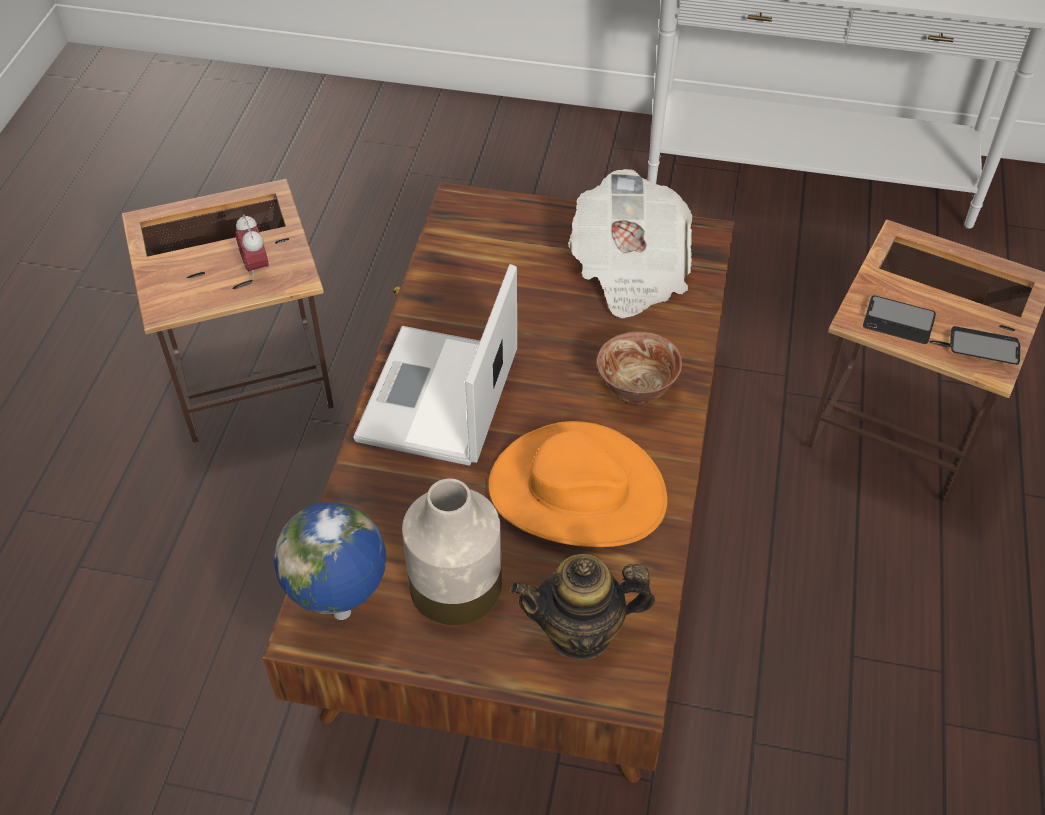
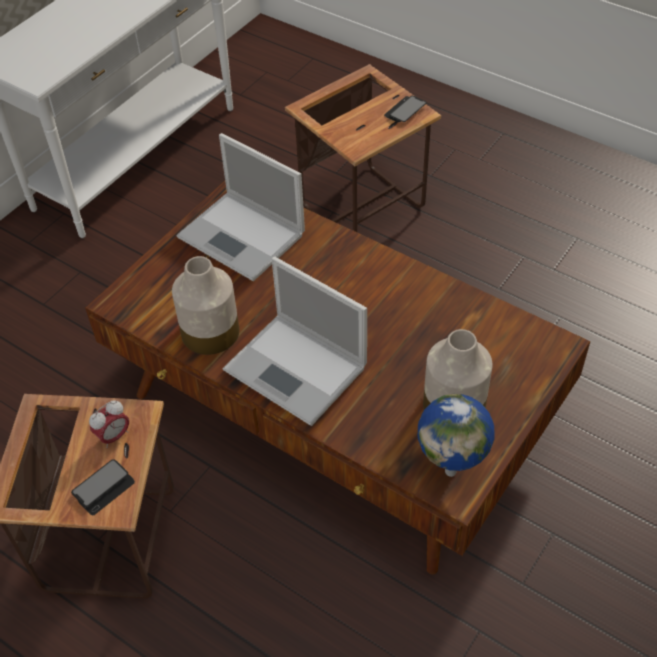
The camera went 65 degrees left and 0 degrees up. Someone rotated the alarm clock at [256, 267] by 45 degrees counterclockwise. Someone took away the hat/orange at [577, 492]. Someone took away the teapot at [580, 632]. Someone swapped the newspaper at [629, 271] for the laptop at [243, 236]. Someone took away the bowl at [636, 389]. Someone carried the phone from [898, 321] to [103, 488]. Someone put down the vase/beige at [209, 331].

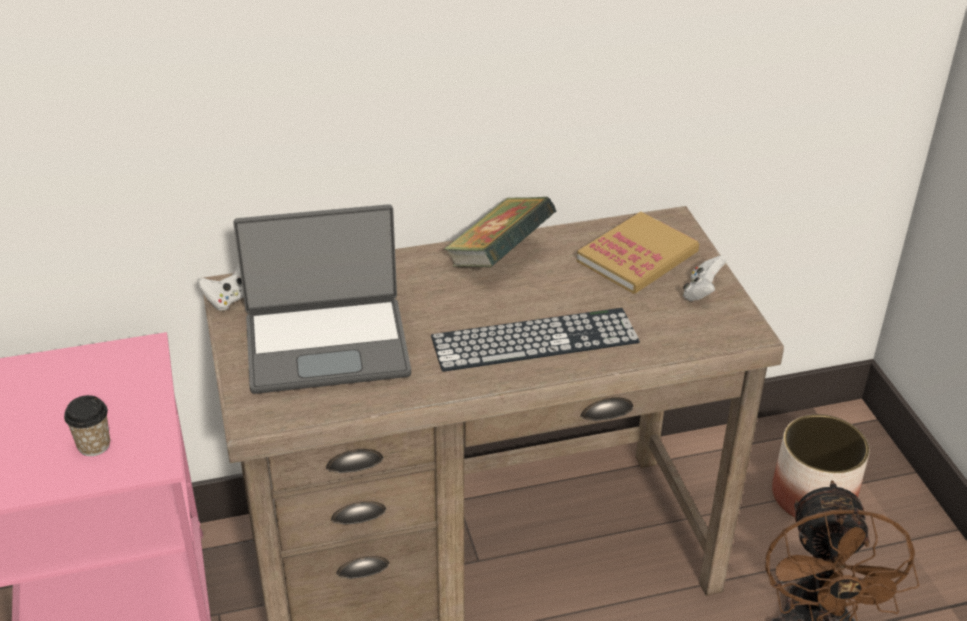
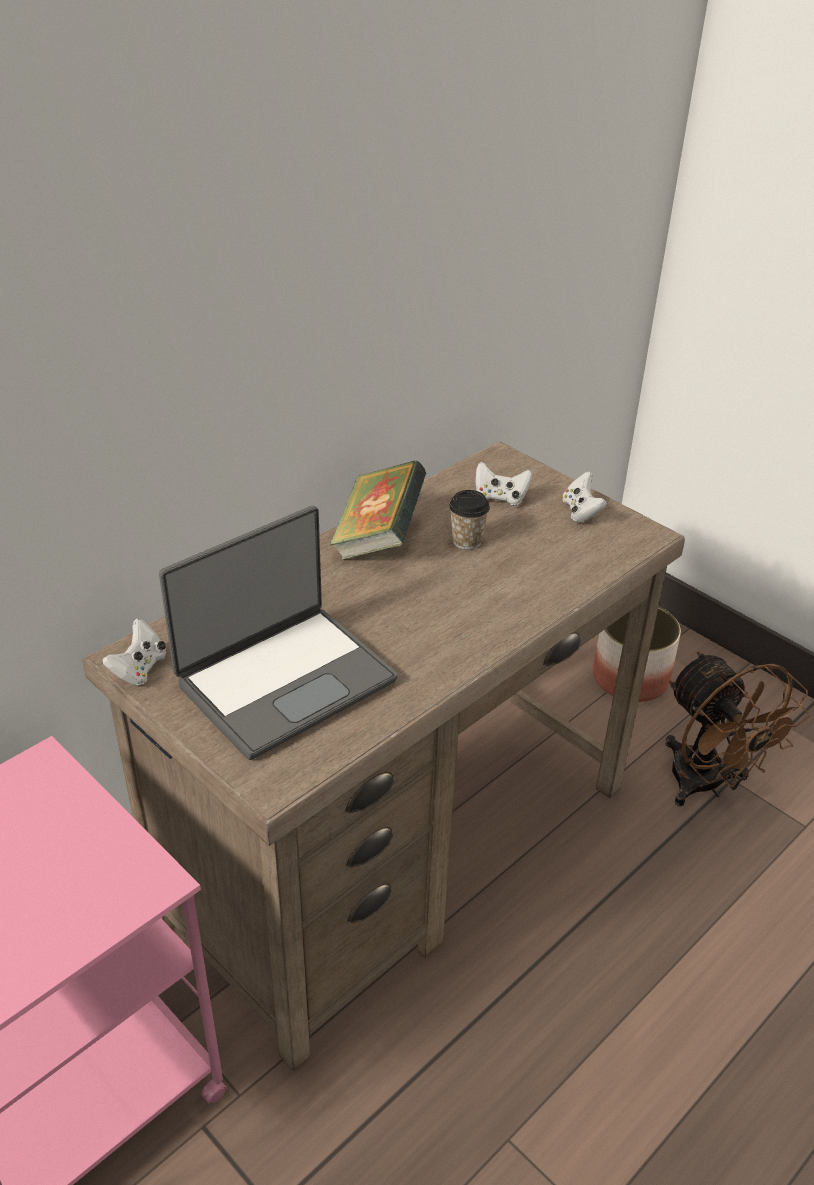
The camera went 30 degrees left and 0 degrees up. Someone carried the cup from [94, 445] to [467, 540]. Someone took away the keyboard at [534, 339]. Someone swapped the book at [637, 257] for the game controller/white at [500, 498].

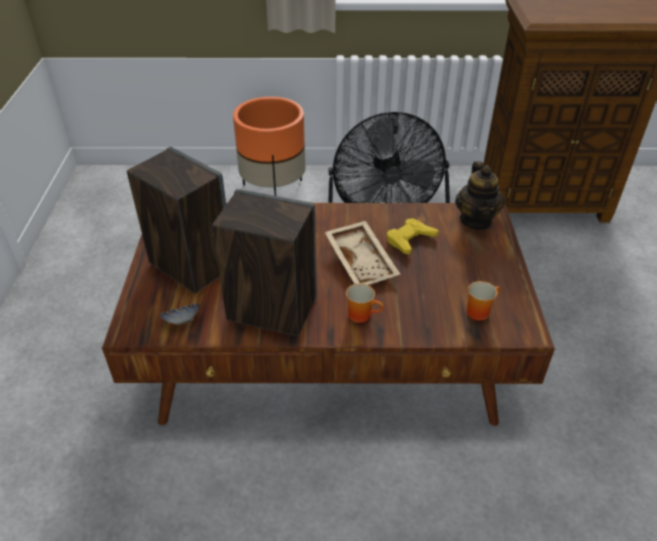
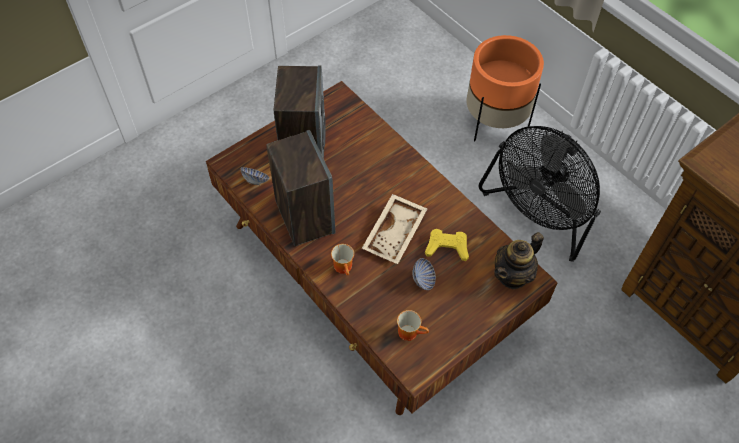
The camera went 50 degrees right and 15 degrees up. Someone put down the bowl at [423, 280].

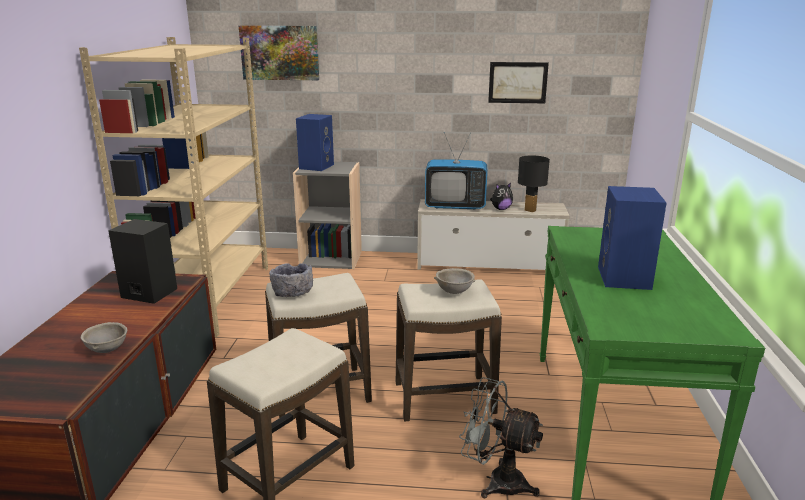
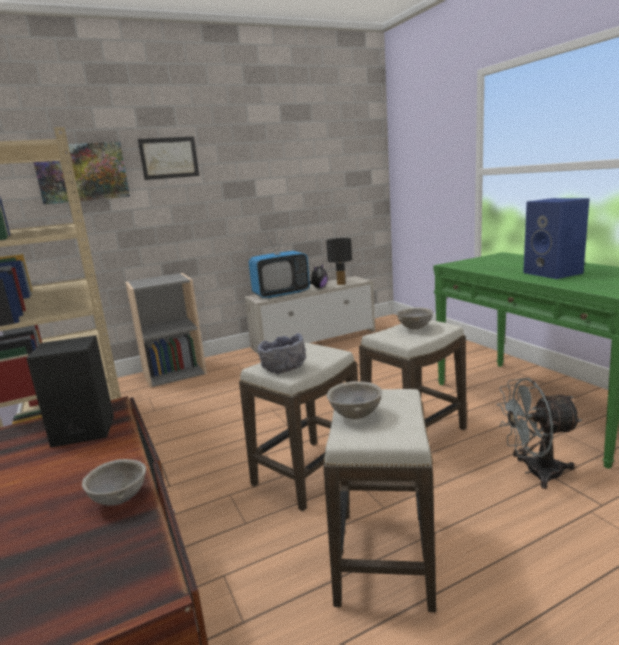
The camera went 30 degrees left and 5 degrees down. Someone took away the speaker/blue at [316, 166]. Someone carried the picture from [517, 82] to [169, 158]. Someone put down the bowl/grey at [355, 416].

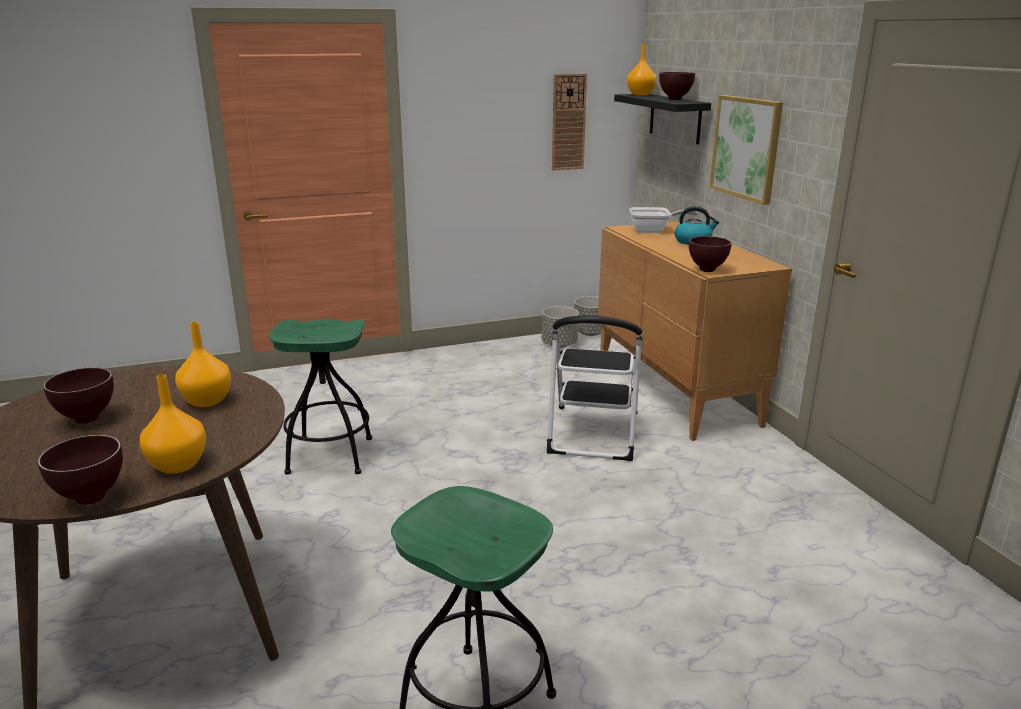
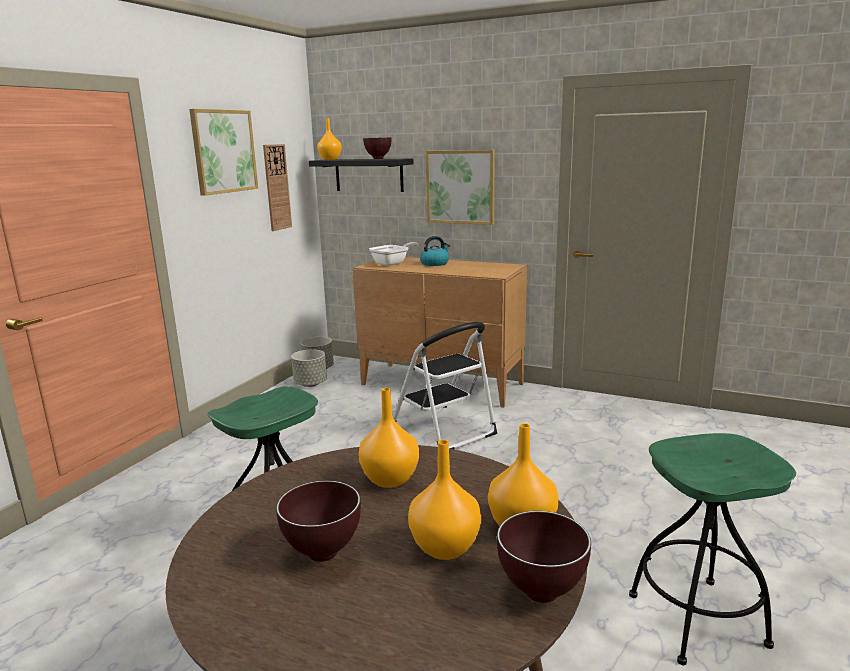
The camera went 45 degrees left and 5 degrees down. Someone took away the bowl/brown at [707, 270]. Someone put up the picture at [224, 151]. Someone put down the vase/orange at [444, 546].

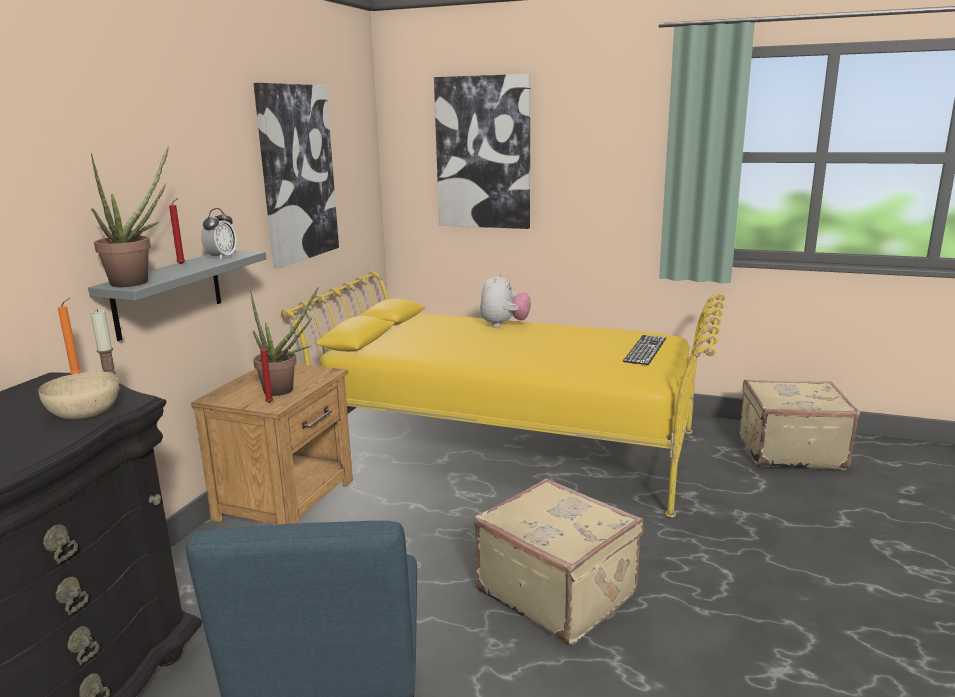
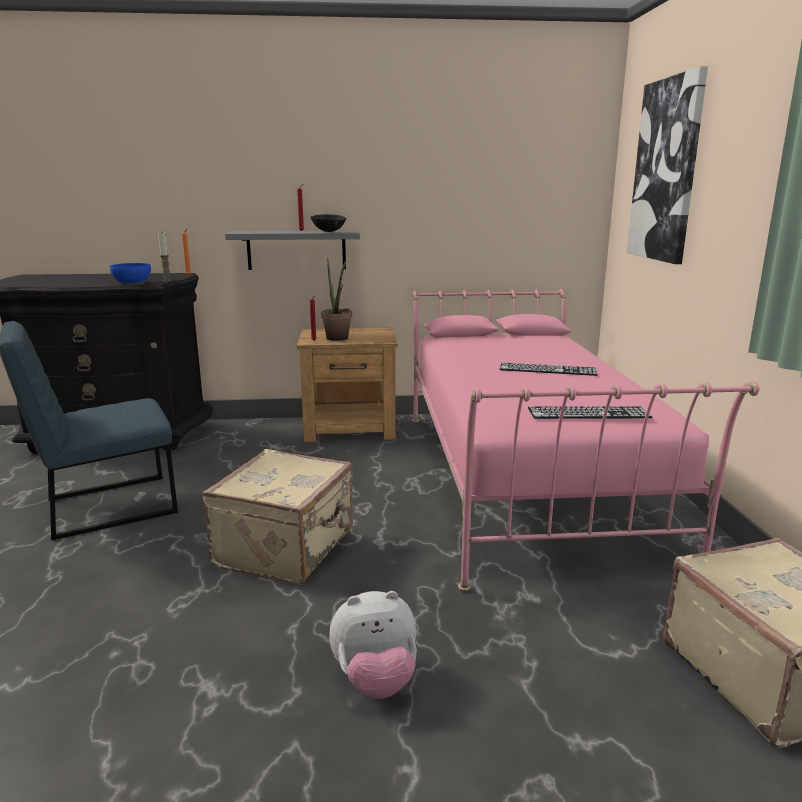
The camera went 65 degrees right and 0 degrees up. Someone repainted the bowl/beige at [84, 413], which became the bowl/blue at [131, 282]. Someone took away the potted plant at [137, 281]. Someone swapped the alarm clock at [221, 257] for the bowl/black at [328, 231]. Someone took away the picture at [297, 173]. Someone repainted the bed/yellow at [507, 446], which became the bed/pink at [522, 480]. Someone carried the plush toy from [504, 325] to [375, 680]. Someone put down the keyboard at [547, 369].

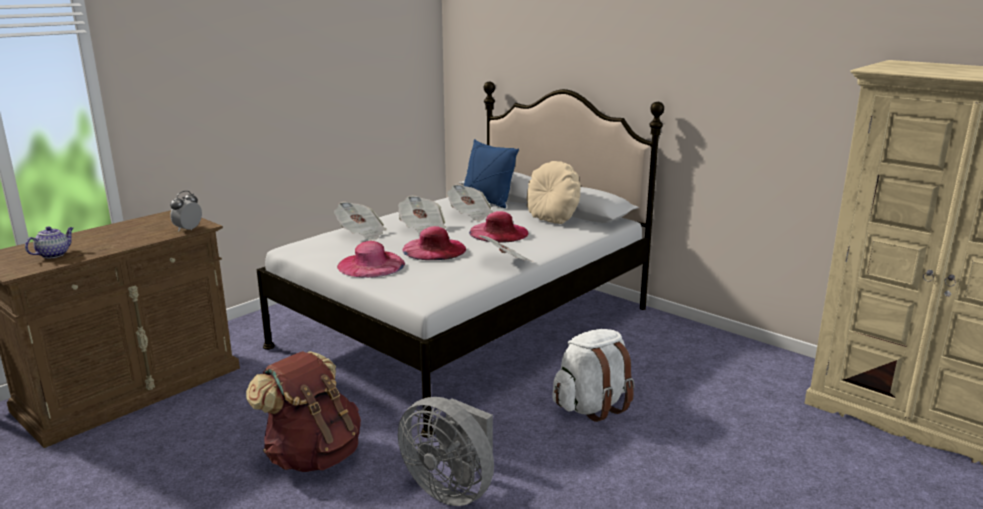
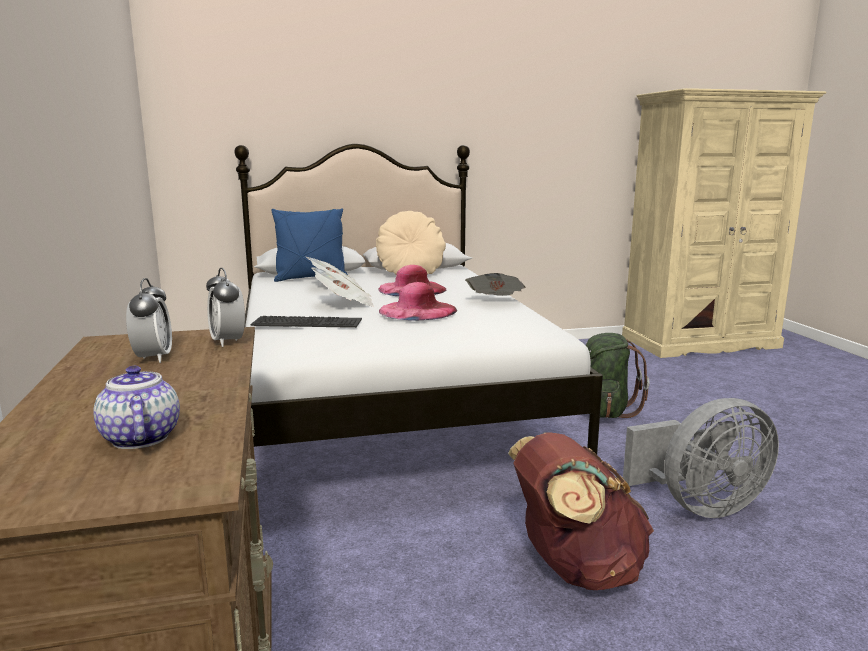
The camera went 55 degrees left and 5 degrees down. Someone swapped the newspaper at [361, 234] for the keyboard at [308, 321]. Someone took away the hat/pink at [371, 265]. Someone repainted the backpack/white at [592, 406], which became the backpack/green at [602, 412]. Someone put down the alarm clock at [153, 358].

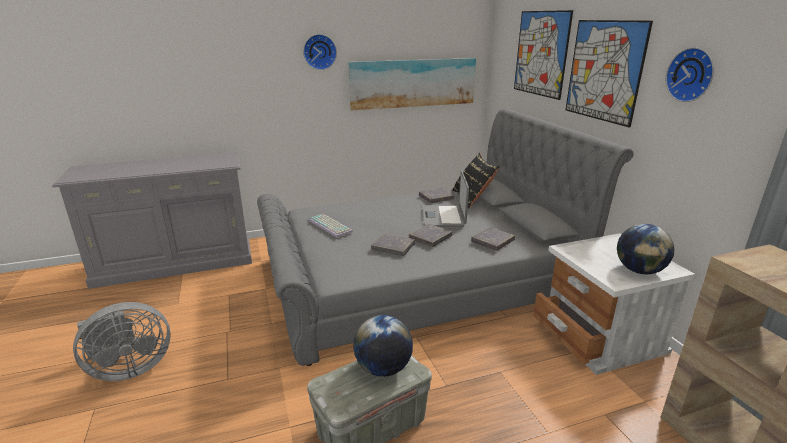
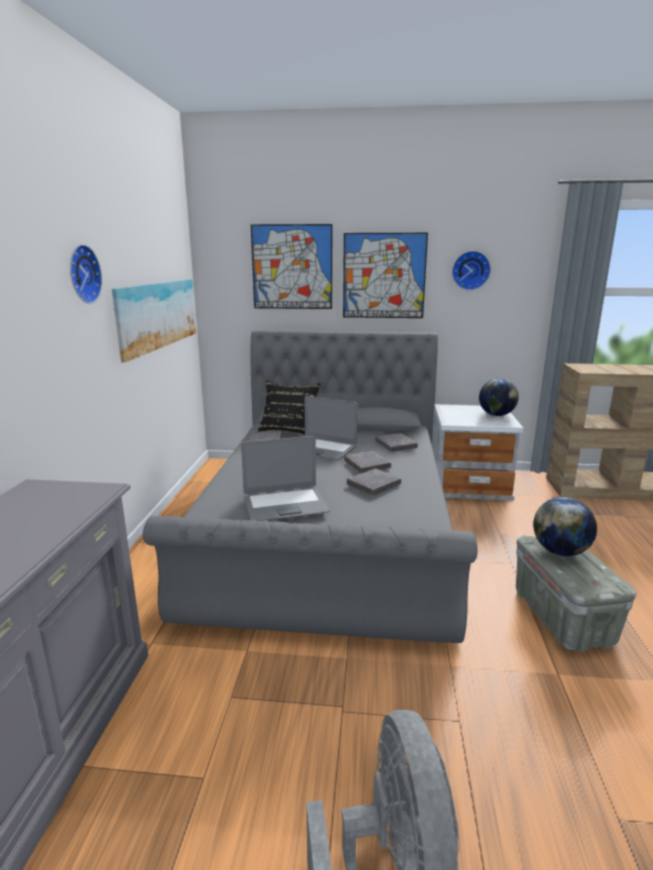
The camera went 65 degrees left and 5 degrees down. Someone swapped the keyboard at [331, 226] for the laptop at [285, 505].

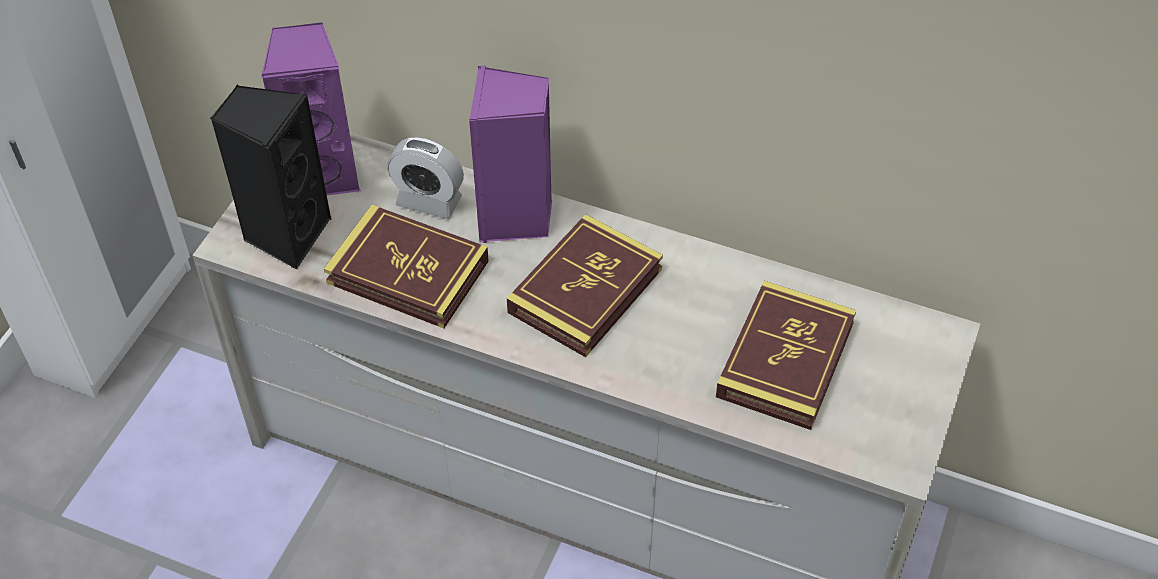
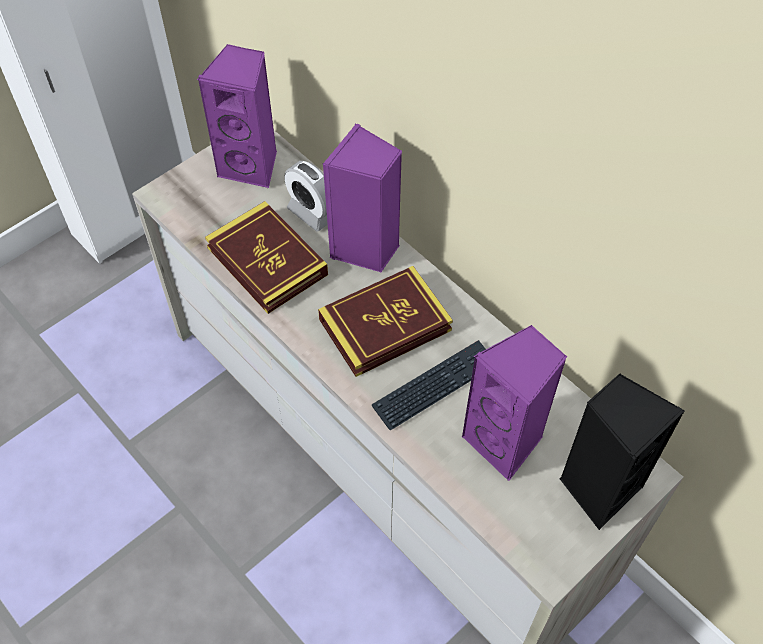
The camera went 25 degrees right and 5 degrees up. Someone carried the speaker/black from [286, 234] to [598, 487]. Someone swapped the book at [785, 360] for the speaker/purple at [506, 441]. Someone put down the keyboard at [435, 386].

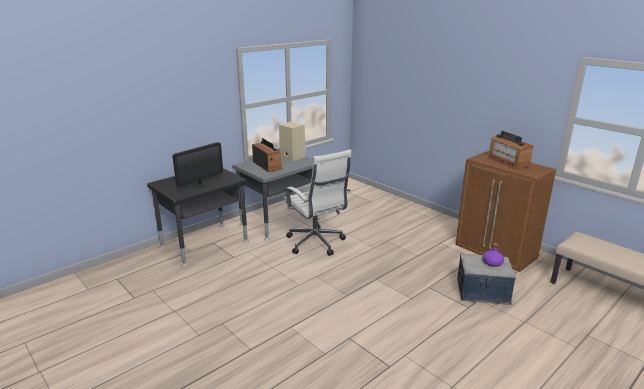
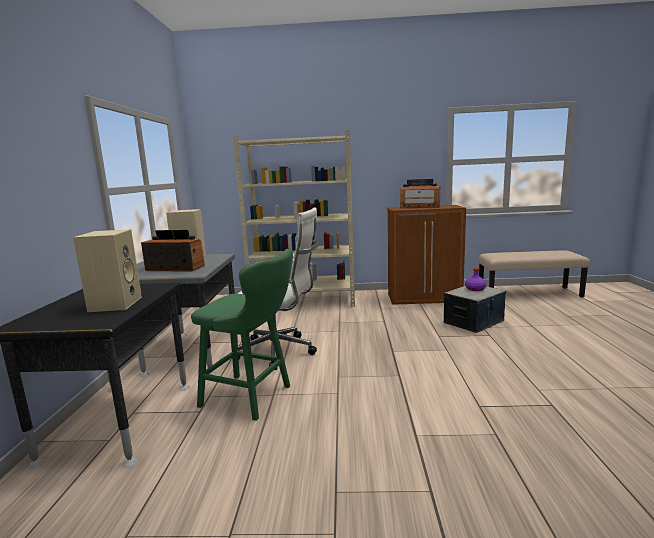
The camera went 45 degrees left and 10 degrees down. Someone swapped the monitor at [200, 184] for the speaker/beige at [115, 304]. Someone put down the stool/green at [255, 398]. Someone put down the bookcase/beige at [304, 299].

